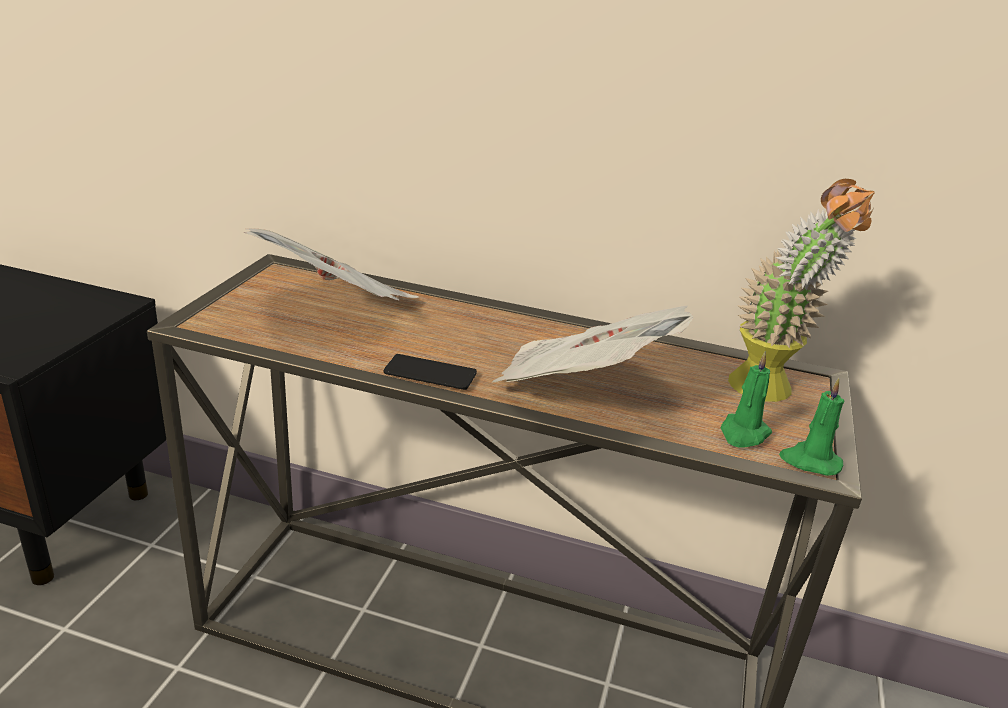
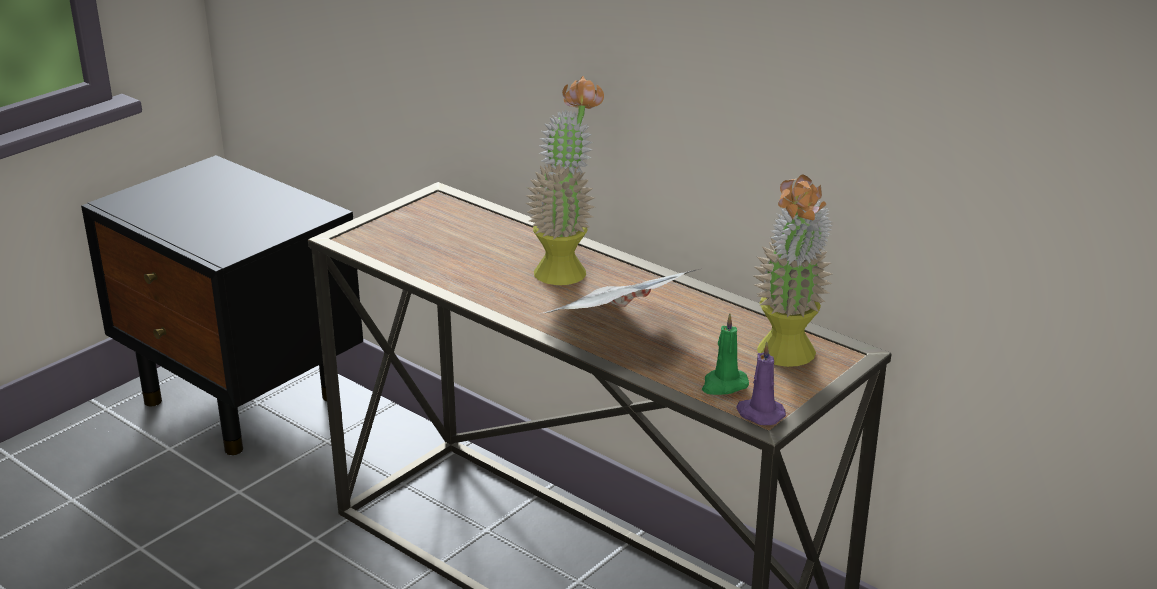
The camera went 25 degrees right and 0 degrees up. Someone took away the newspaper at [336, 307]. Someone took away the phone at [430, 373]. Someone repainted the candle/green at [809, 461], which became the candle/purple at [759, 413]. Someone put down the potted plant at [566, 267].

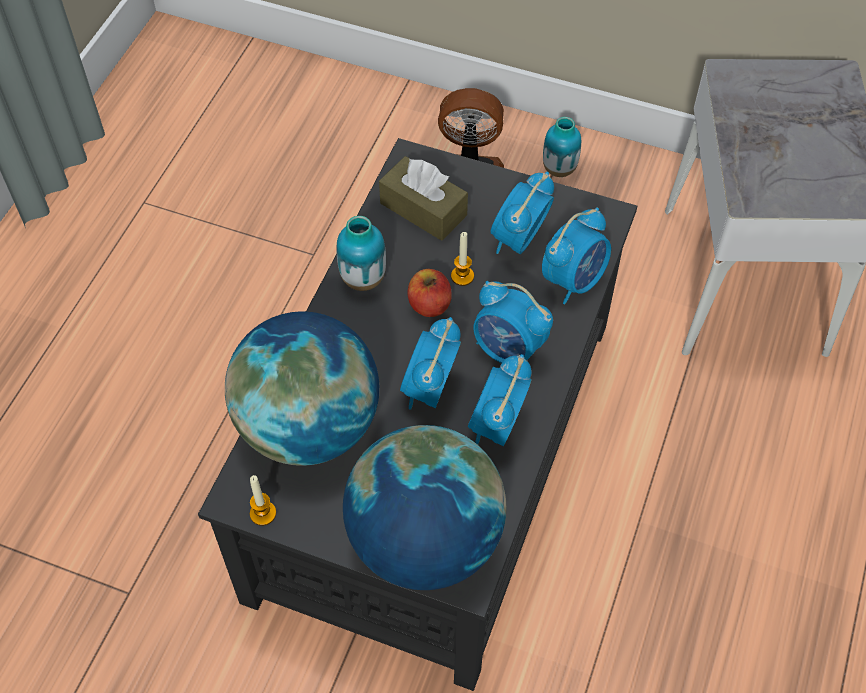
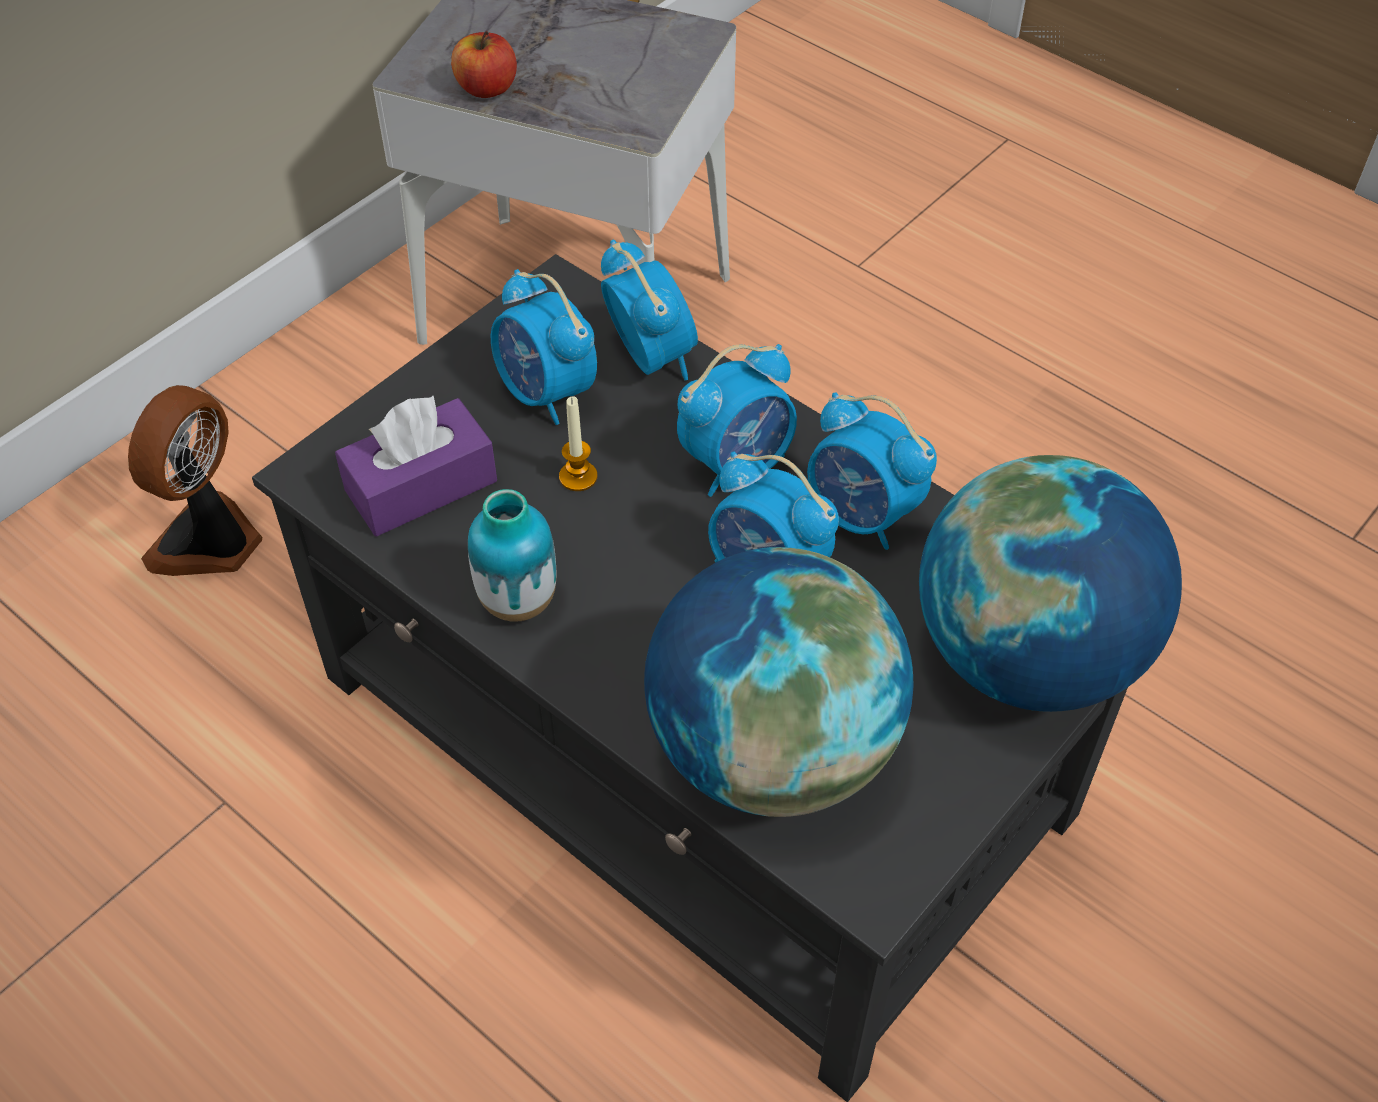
The camera went 70 degrees left and 5 degrees down. Someone took away the candle at [263, 513]. Someone repainted the tissue box/brown at [423, 209], which became the tissue box/purple at [421, 486]. Someone carried the apple from [429, 305] to [486, 88]. Someone took away the vase at [559, 169].

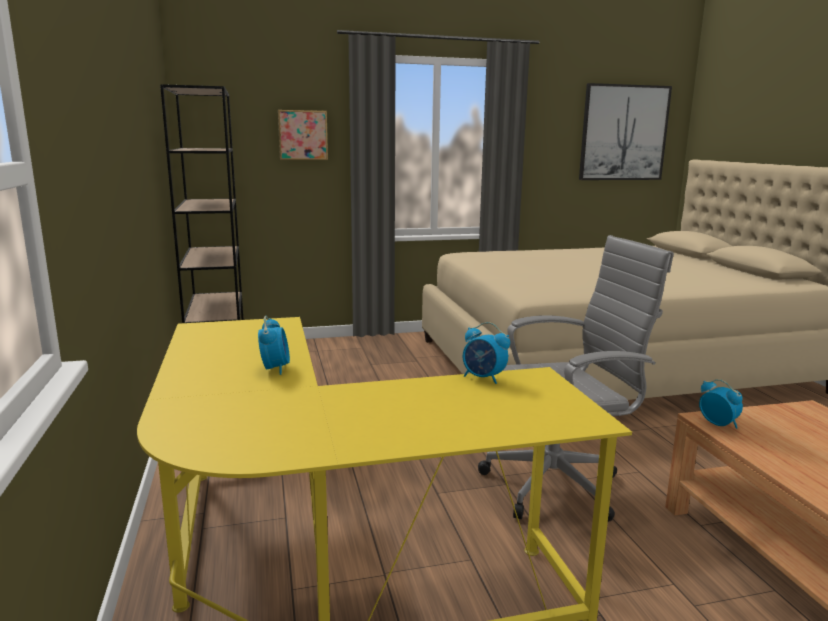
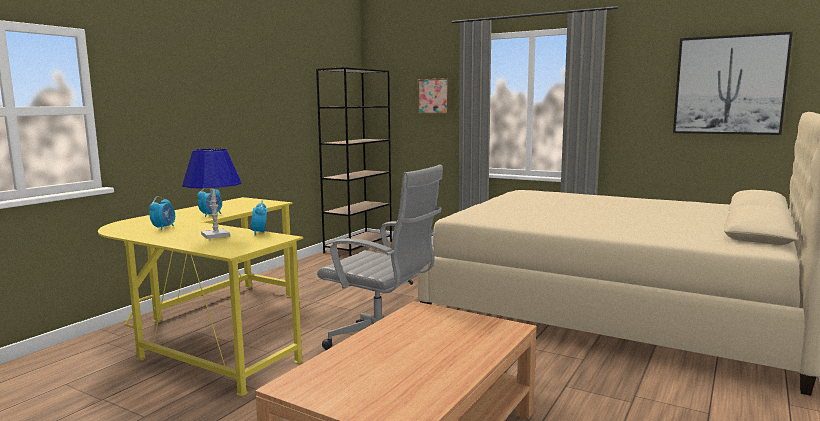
The camera went 45 degrees right and 5 degrees down. Someone carried the alarm clock from [718, 424] to [164, 228]. Someone put down the table lamp/blue at [216, 235].

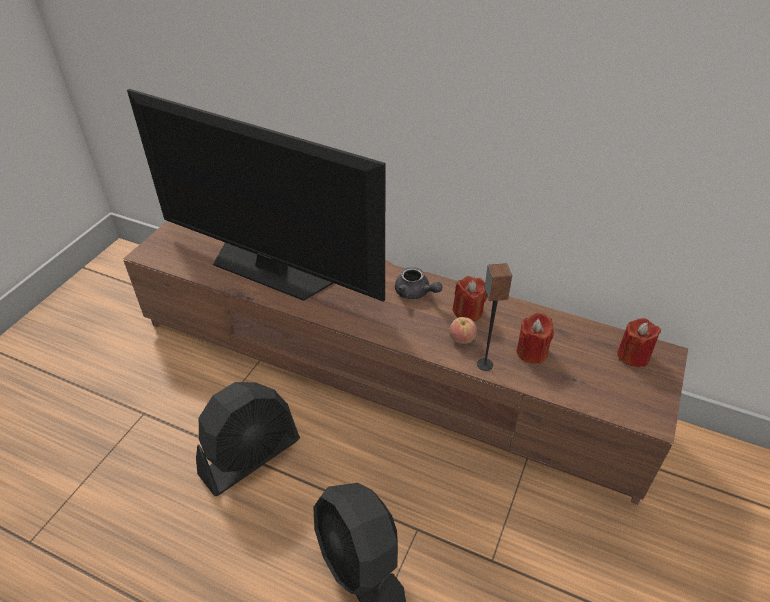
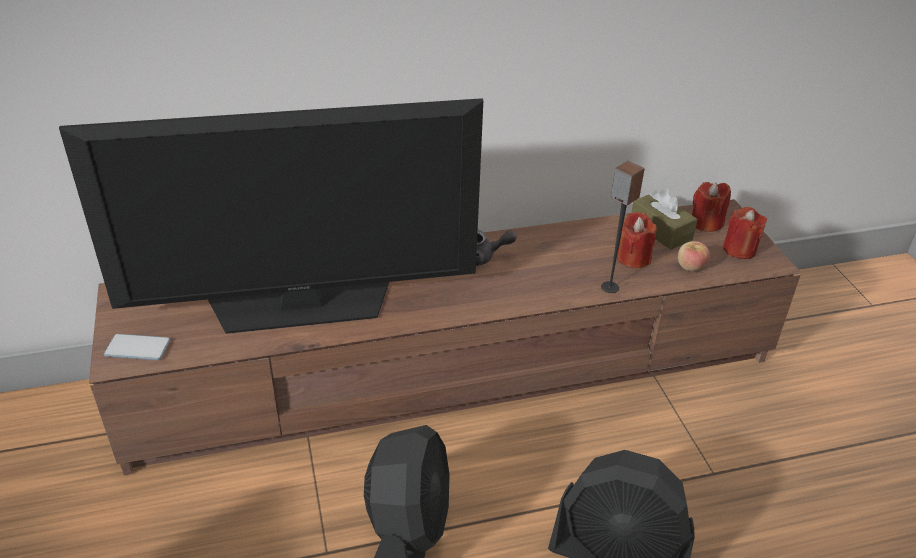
The camera went 40 degrees left and 5 degrees down. Someone carried the apple from [461, 338] to [690, 267]. Someone carried the candle/red from [468, 311] to [739, 249]. Someone put down the phone at [137, 348]. Someone put down the tissue box/brown at [660, 230].

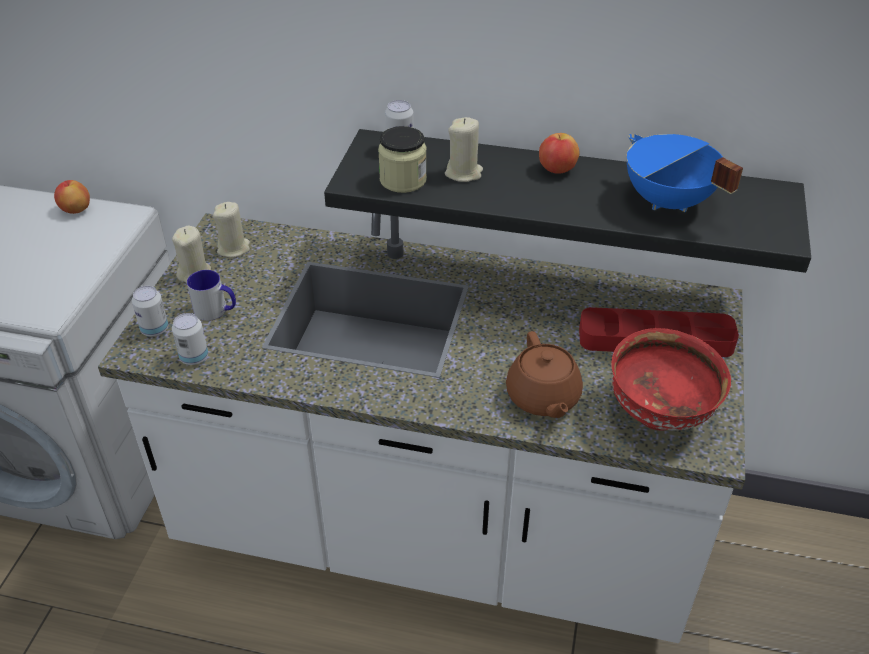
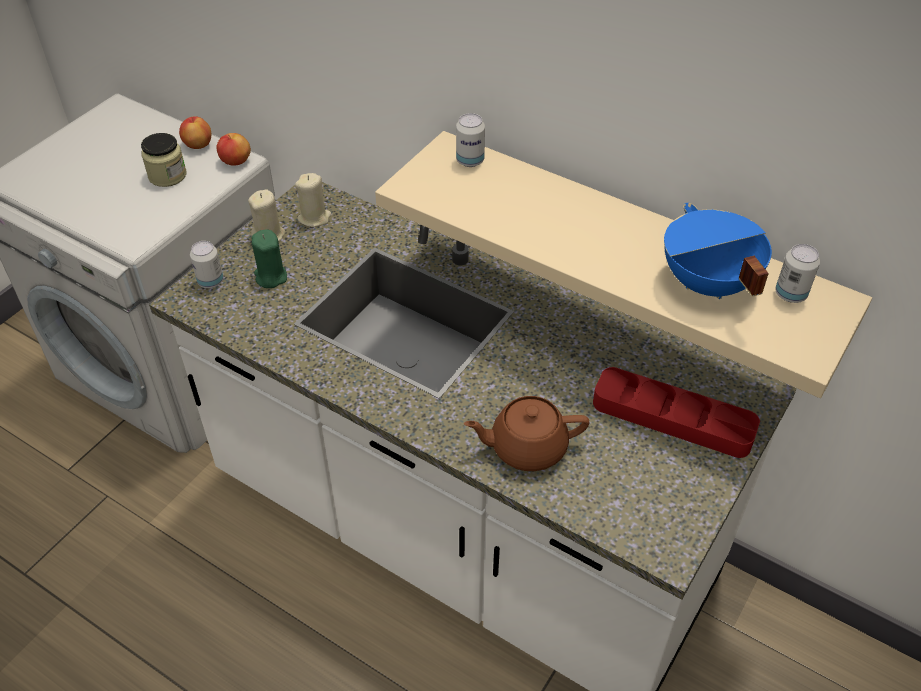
The camera went 20 degrees right and 5 degrees up. Someone carried the can from [194, 357] to [790, 294]. Someone swapped the mug at [216, 311] for the candle/green at [270, 277]. Someone repainted the shelf/black at [568, 194], which became the shelf/beige at [632, 244]. Someone carried the jar from [403, 180] to [167, 175]. Someone took away the candle/beige at [464, 173]. Someone rotated the teapot/brown at [542, 398] by 75 degrees clockwise. Someone carried the apple from [557, 169] to [235, 162]. Someone took away the bowl/red at [660, 415].

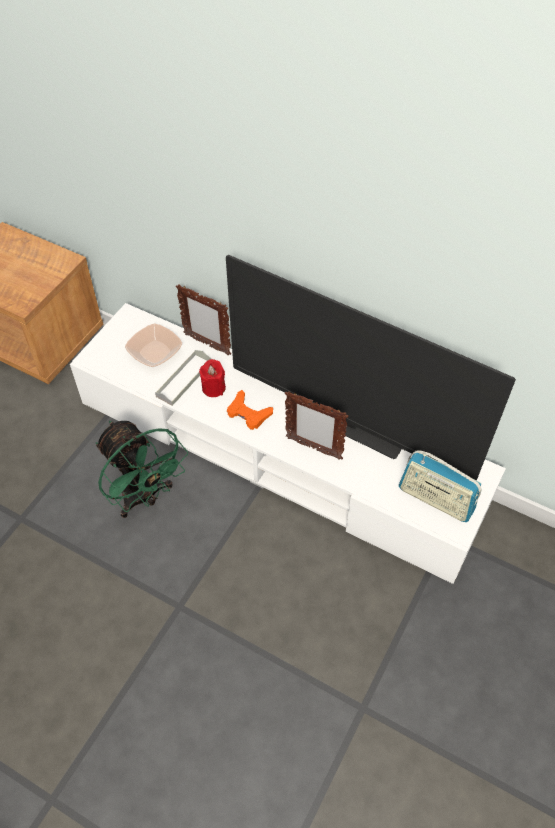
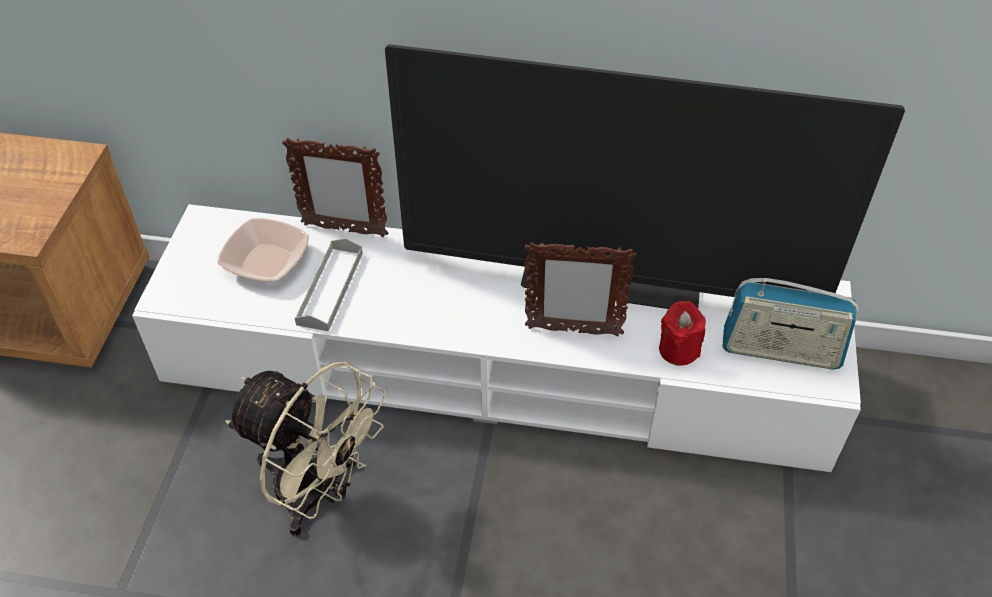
The camera went 20 degrees left and 5 degrees down. Someone repainted the fan/green at [144, 497], which became the fan/beige at [318, 493]. Someone carried the candle/red from [213, 388] to [678, 349]. Someone took away the game controller/orange at [248, 413].

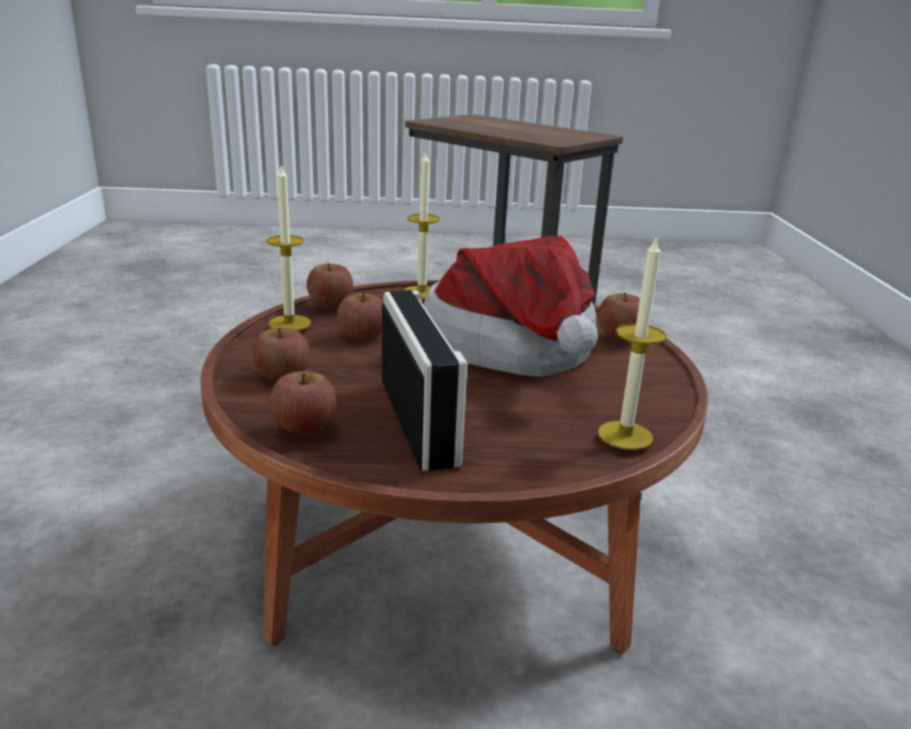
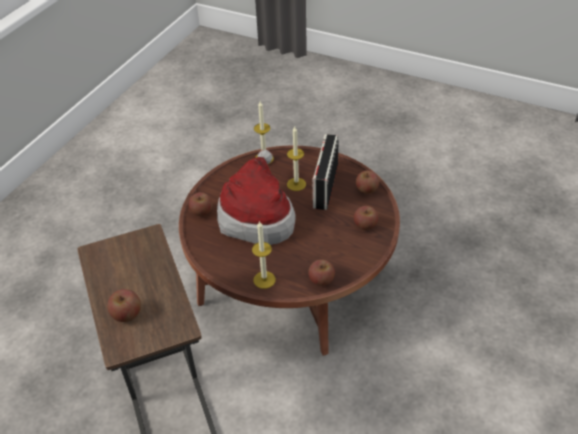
The camera went 150 degrees left and 20 degrees up. Someone carried the candle from [289, 323] to [296, 184]. Someone carried the apple from [362, 336] to [127, 314].

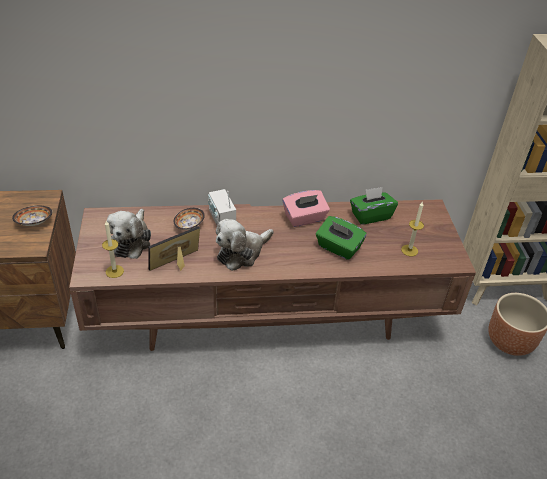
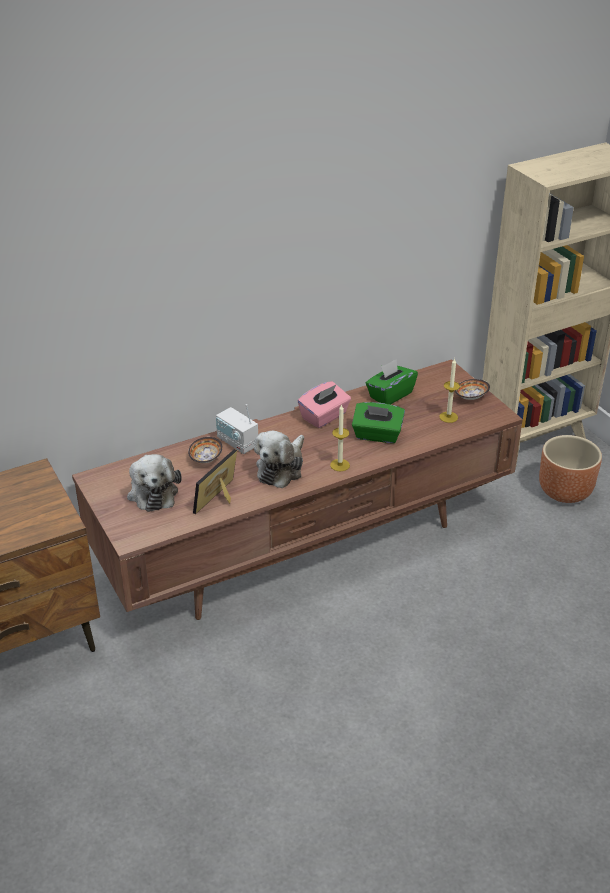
The camera went 20 degrees left and 5 degrees down. Someone carried the bowl from [34, 222] to [471, 397]. Someone carried the candle from [114, 271] to [340, 465].

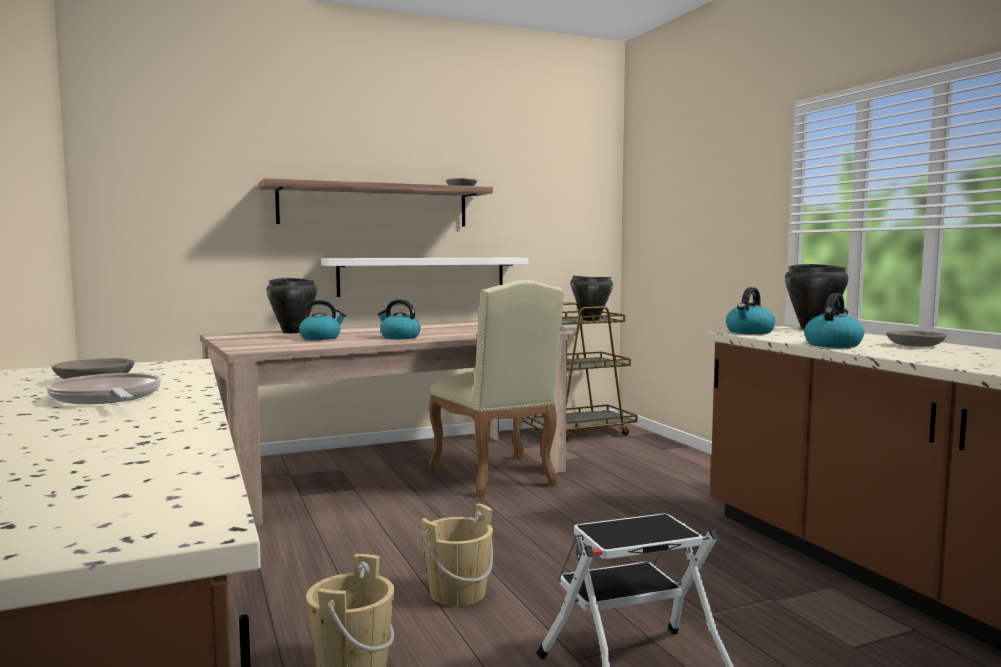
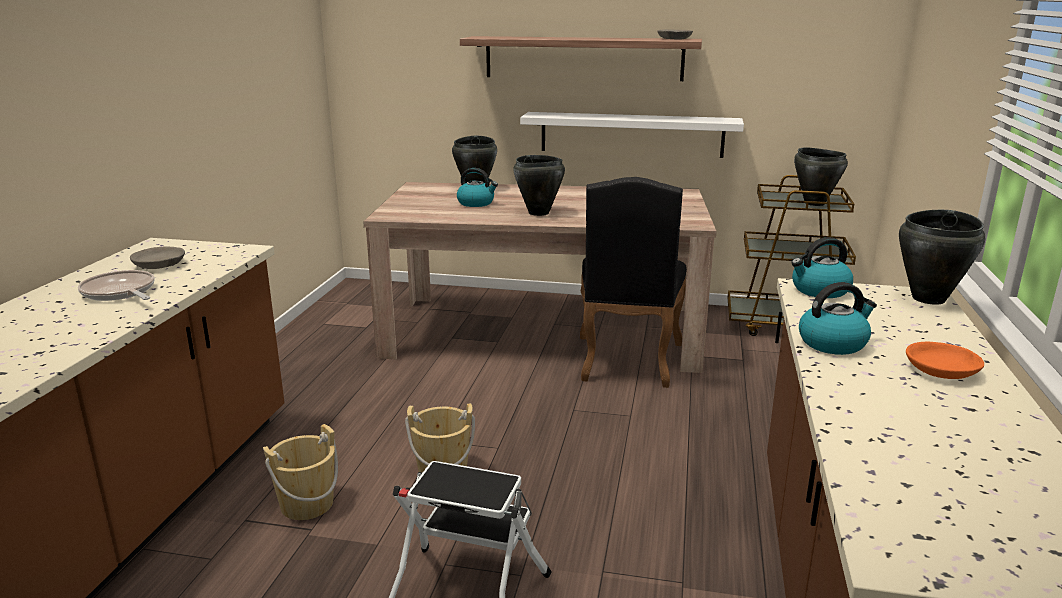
The camera went 35 degrees right and 15 degrees up. Someone rotated the frying pan at [107, 398] by 45 degrees counterclockwise. Someone swapped the kettle at [399, 337] for the cooking pot/black at [538, 213]. Someone repainted the chair/beige at [497, 477], which became the chair/black at [627, 362]. Someone repainted the bowl/grey at [916, 345], which became the bowl/orange at [942, 371].

